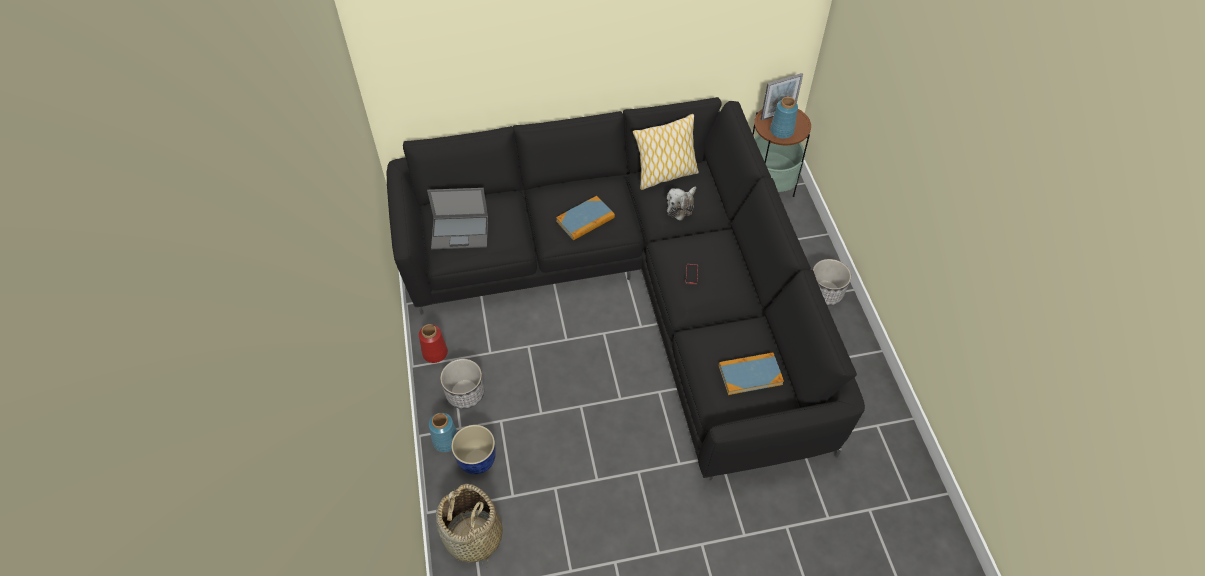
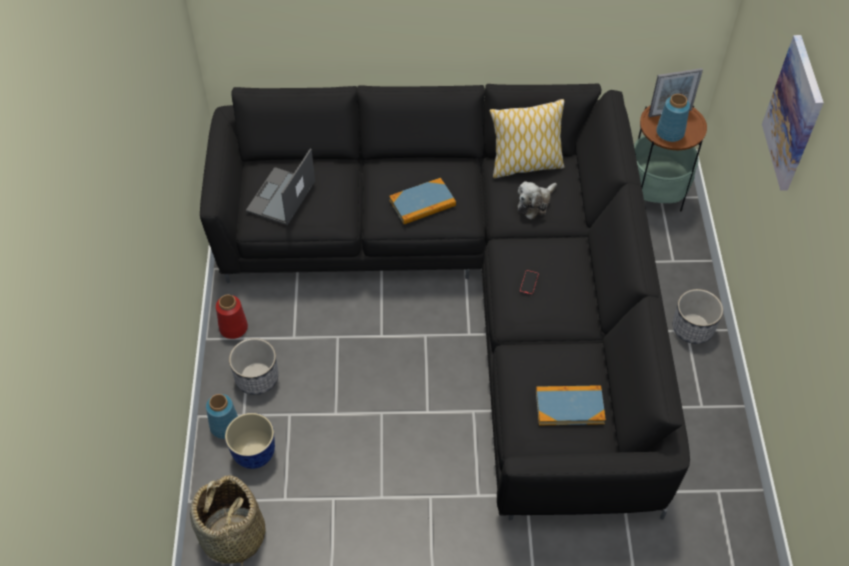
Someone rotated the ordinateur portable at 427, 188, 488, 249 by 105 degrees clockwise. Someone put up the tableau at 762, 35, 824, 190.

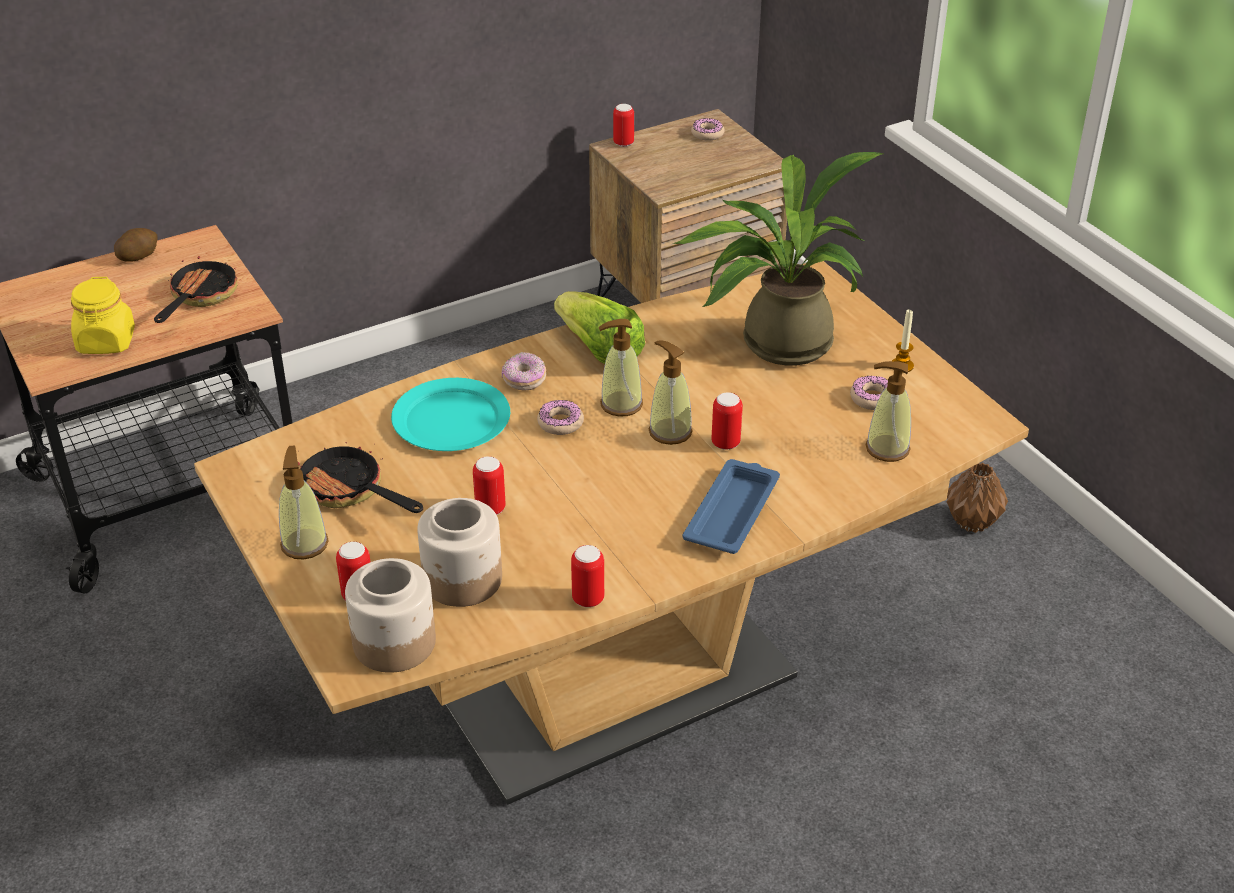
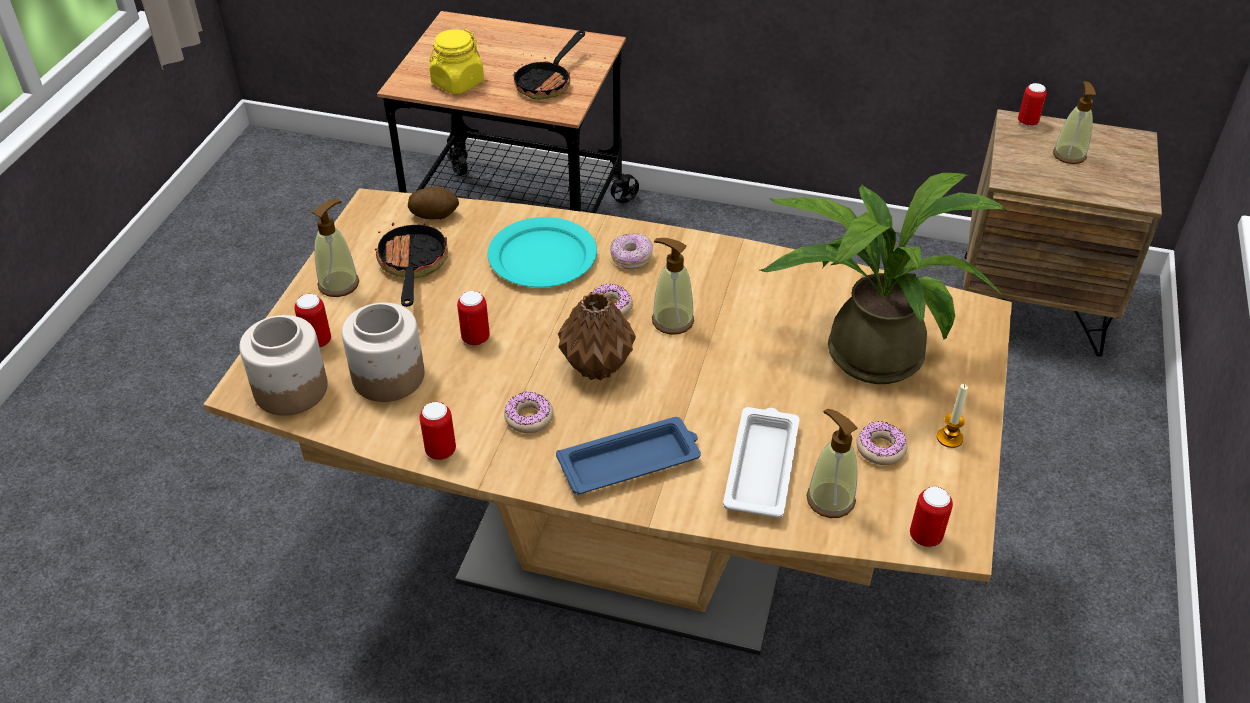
Someone carried the pomme de terre from 114, 228, 158, 262 to 408, 186, 459, 220. Someone carried the beignet from 691, 118, 725, 141 to 504, 392, 553, 433. Someone rotated the poêle at 154, 256, 237, 323 by 150 degrees clockwise. Someone carried the vase [marron] from 947, 463, 1008, 533 to 558, 292, 636, 380. Someone put down the plateau [blanc] at 723, 407, 800, 518. Someone carried the boîte métallique from 711, 392, 743, 450 to 910, 487, 953, 547. Someone carried the distributeur de savon from 649, 341, 693, 445 to 1053, 82, 1096, 164. Someone took away the laitue at 554, 291, 645, 364.

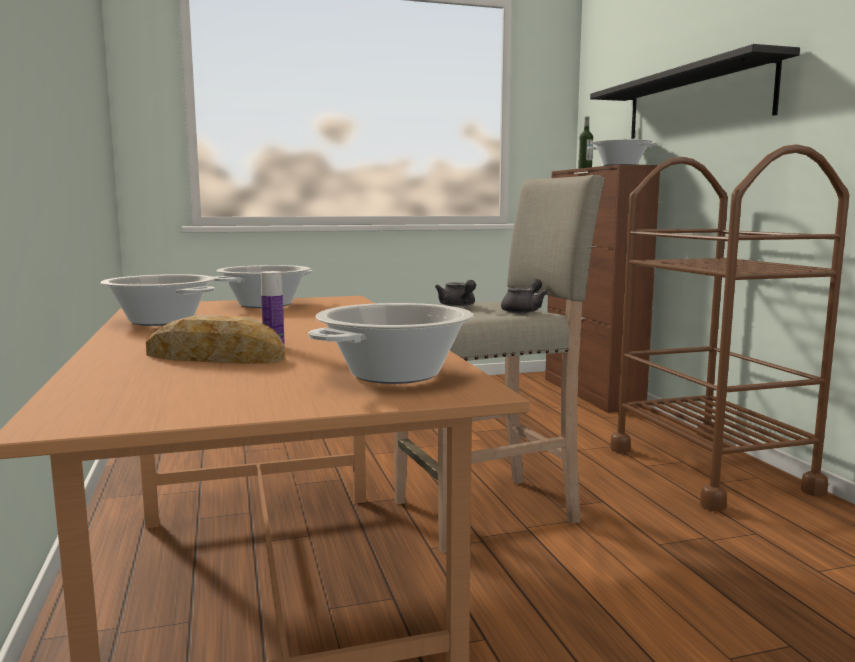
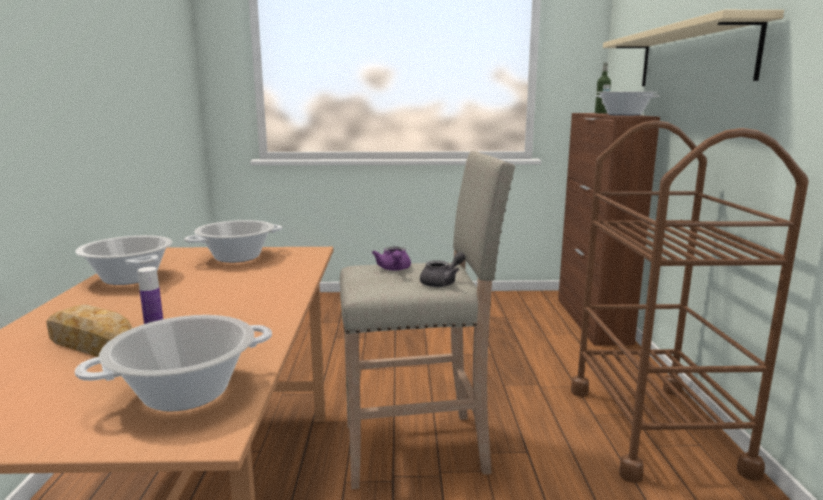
Someone repainted the théière [gris] at 435, 280, 476, 307, which became the théière [violet] at 372, 246, 411, 271. Someone repainted the étagère [noir] at 590, 44, 800, 139, which became the étagère [beige] at 603, 10, 784, 86.

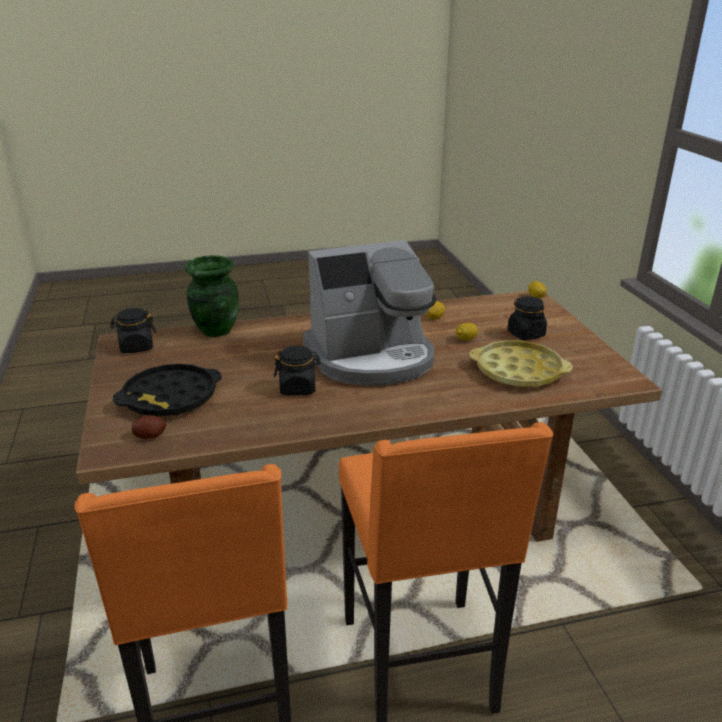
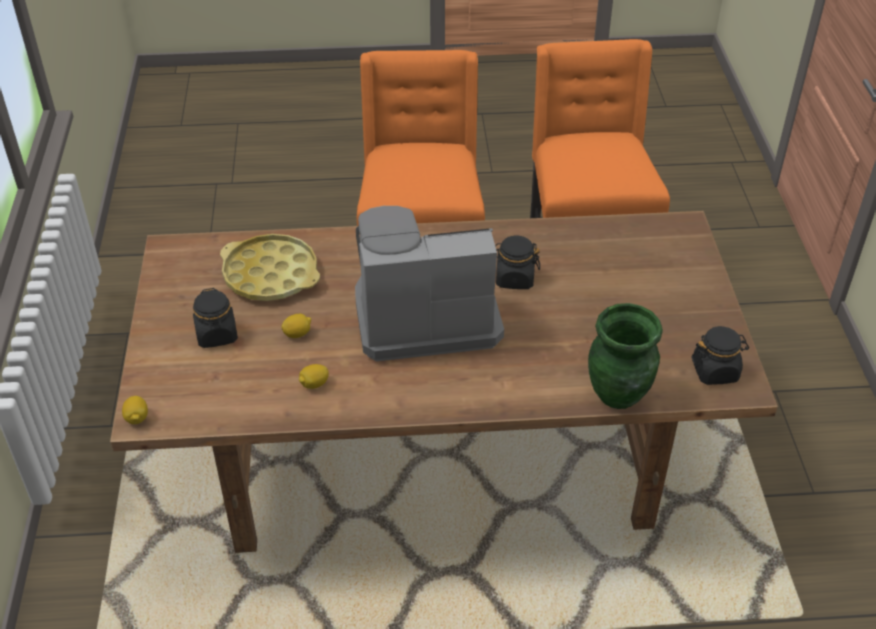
Someone took away the plateau [noir] at 113, 364, 222, 417. Someone took away the pomme de terre at 132, 415, 166, 439.

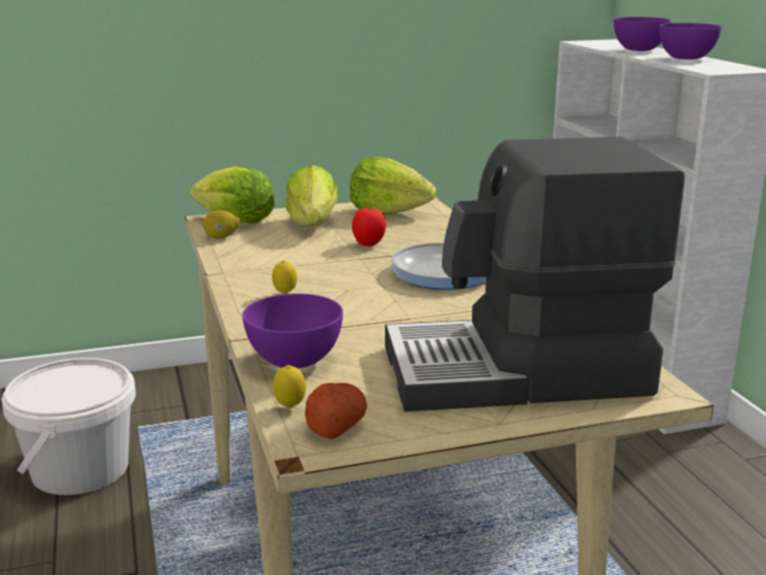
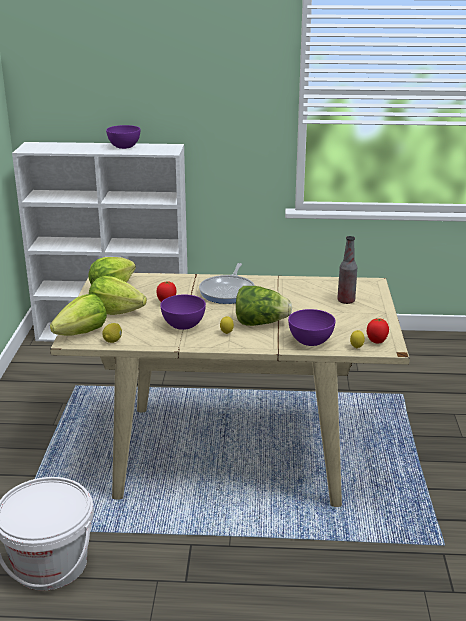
Someone carried the bol [violet] from 614, 17, 671, 51 to 160, 295, 206, 330. Someone put down the laitue at 236, 286, 292, 326. Someone swapped the machine à café at 385, 137, 685, 412 for the bouteille at 337, 236, 357, 304. Someone swapped the pomme de terre at 305, 383, 367, 439 for the tomate at 367, 318, 389, 343.

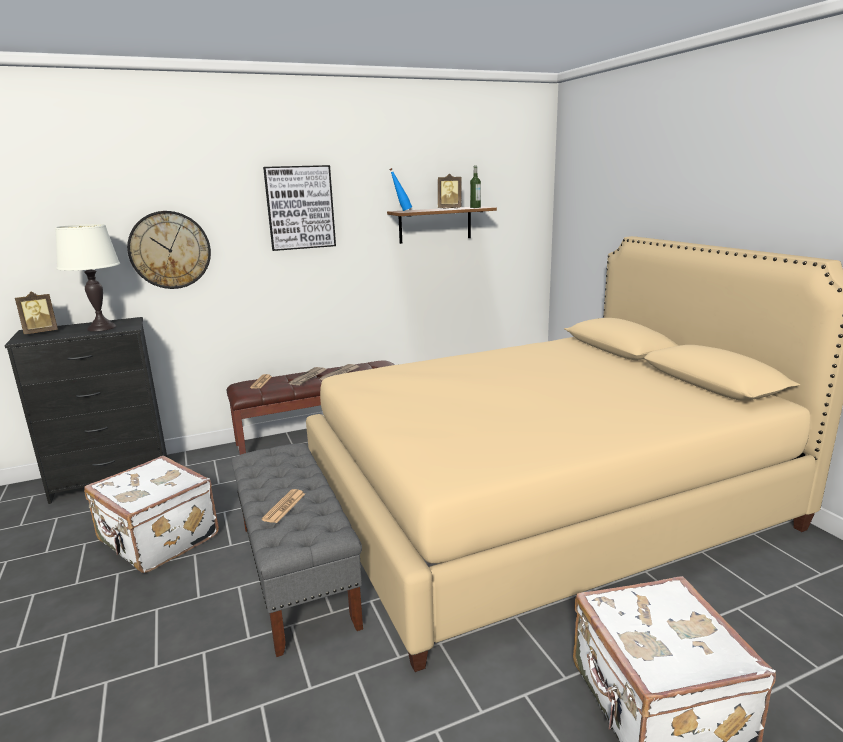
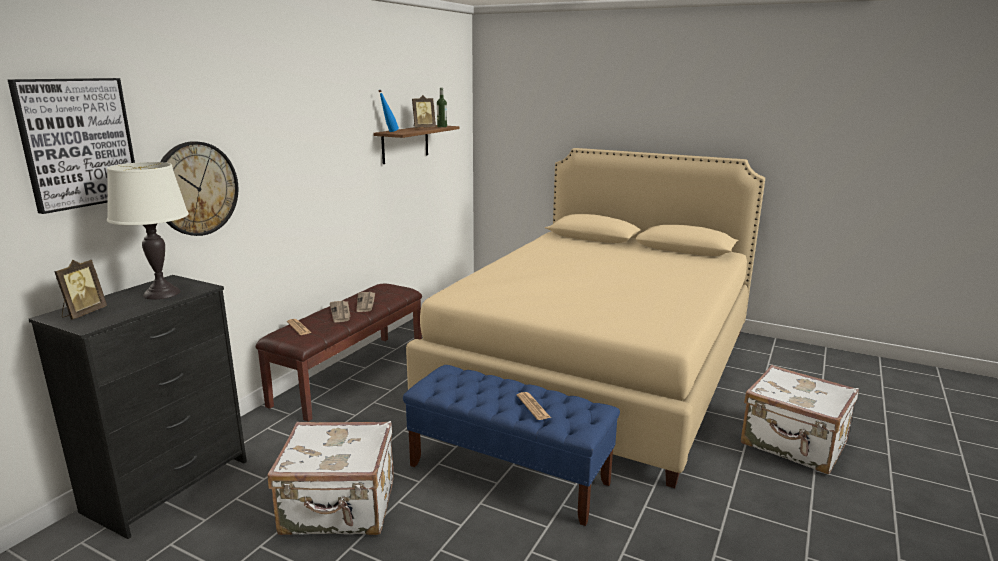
Someone carried the tableau from 263, 165, 336, 251 to 8, 78, 135, 214. Someone repainted the banc [gris] at 232, 444, 363, 657, which became the banc [bleu] at 403, 365, 620, 526.

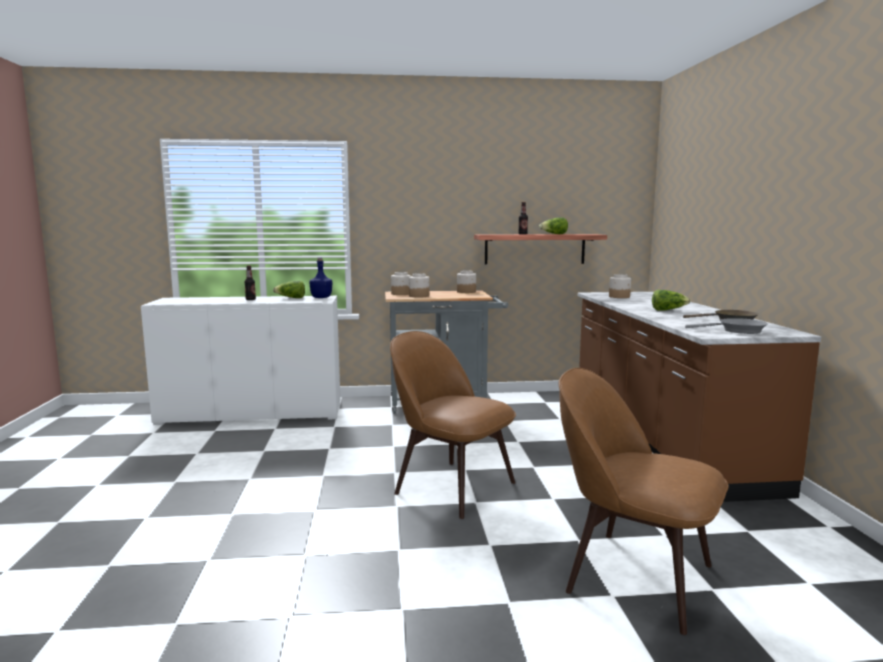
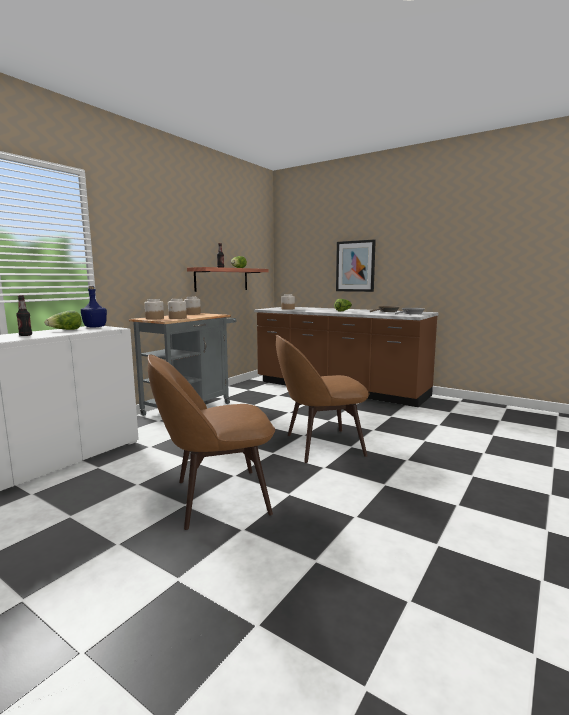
Someone carried the chaise [marron] from 558, 368, 729, 635 to 148, 354, 275, 530. Someone put up the tableau at 336, 239, 376, 292.

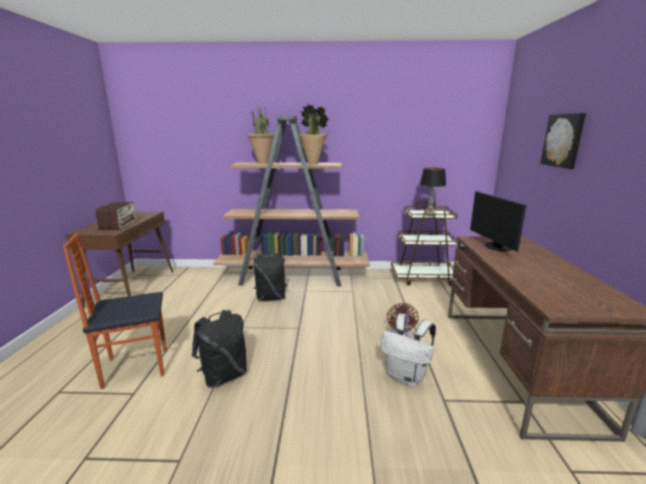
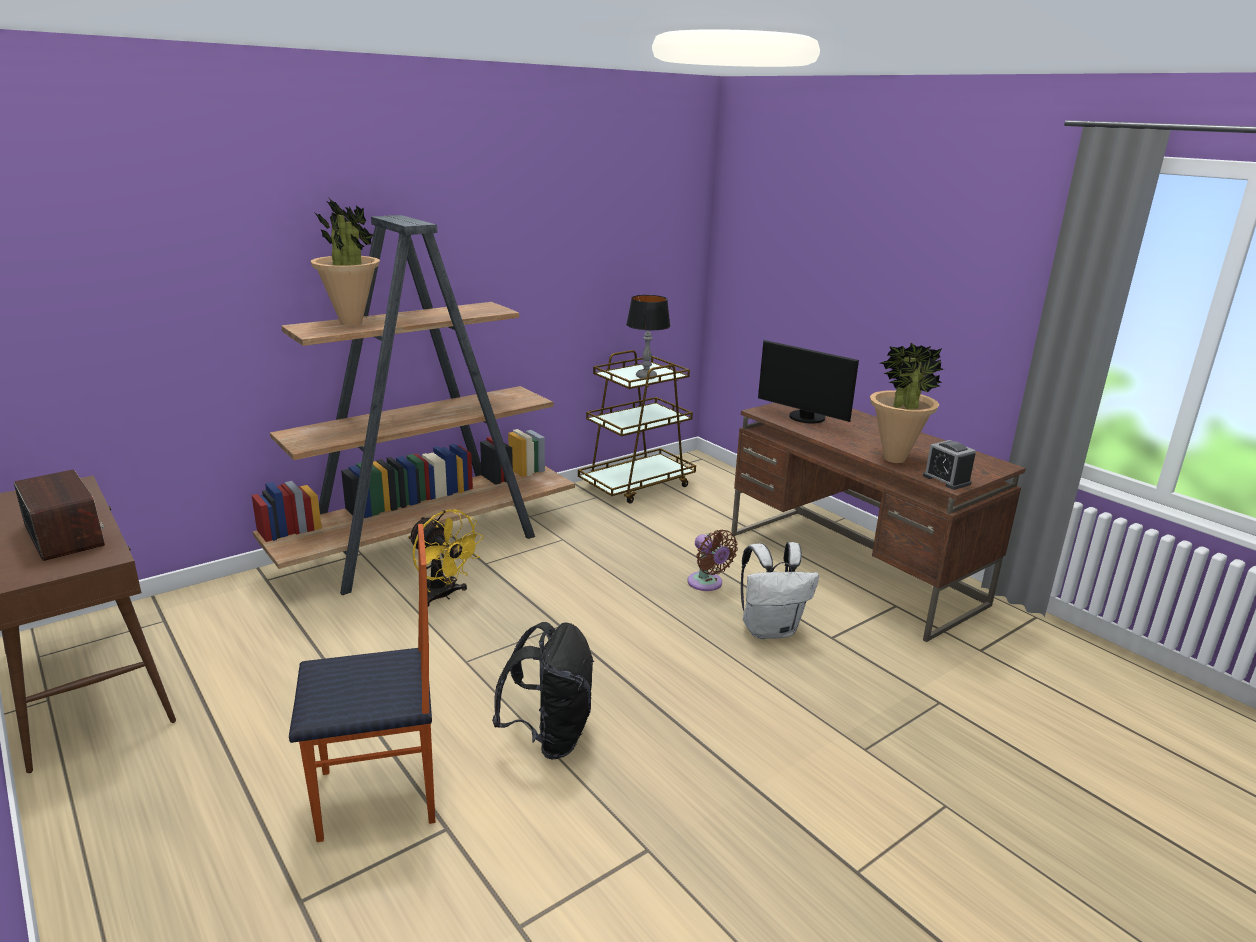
Someone rotated the chaise at 63, 233, 166, 389 by 135 degrees counterclockwise. Someone swapped the sac à dos [noir] at 253, 253, 288, 301 for the ventilateur [jaune] at 408, 510, 484, 607. Someone carried the plante en pot from 298, 103, 329, 165 to 870, 343, 944, 463. Someone put down the réveil at 923, 440, 976, 490. Someone took away the tableau at 540, 113, 586, 169.

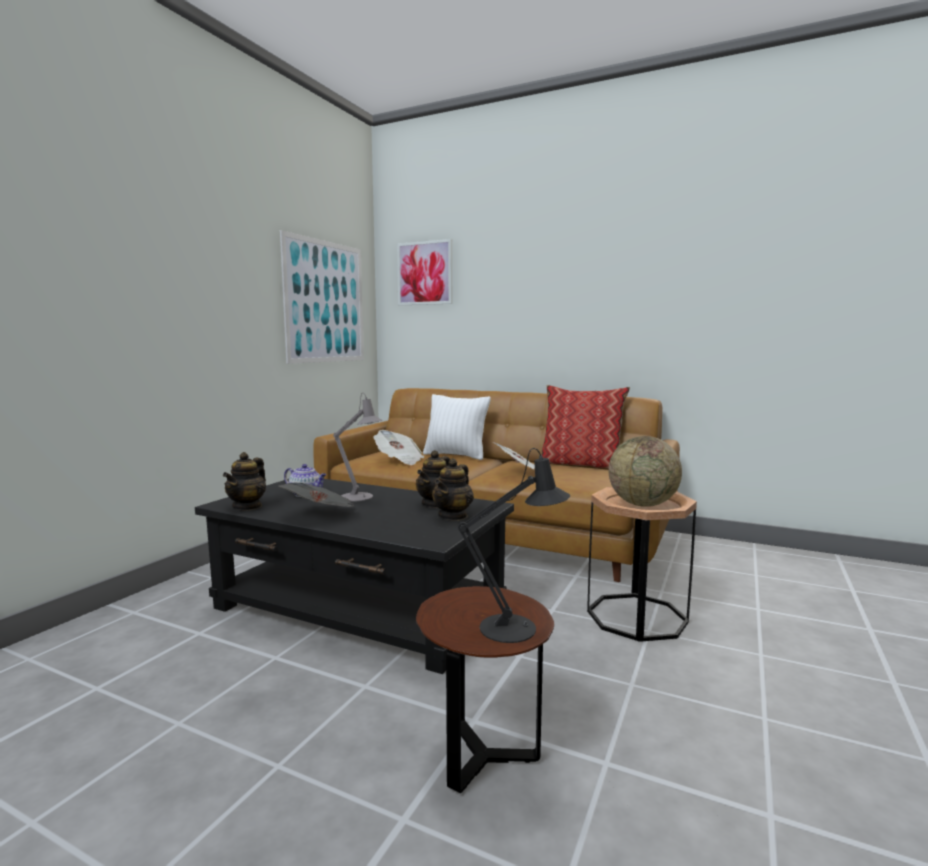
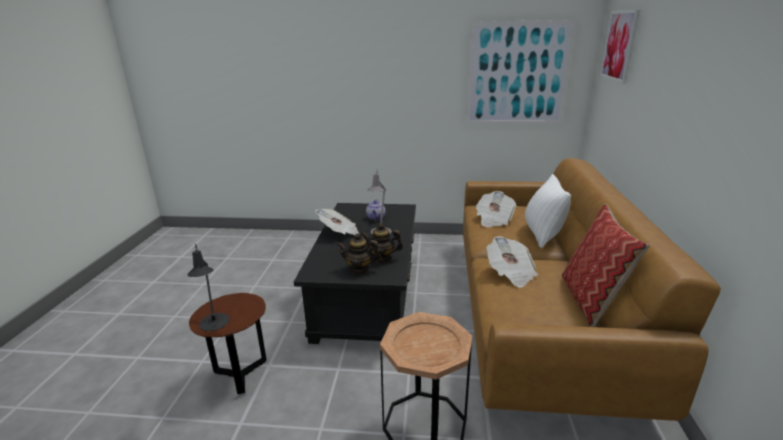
Someone took away the théière at 223, 452, 266, 511. Someone took away the globe at 608, 436, 682, 507.

